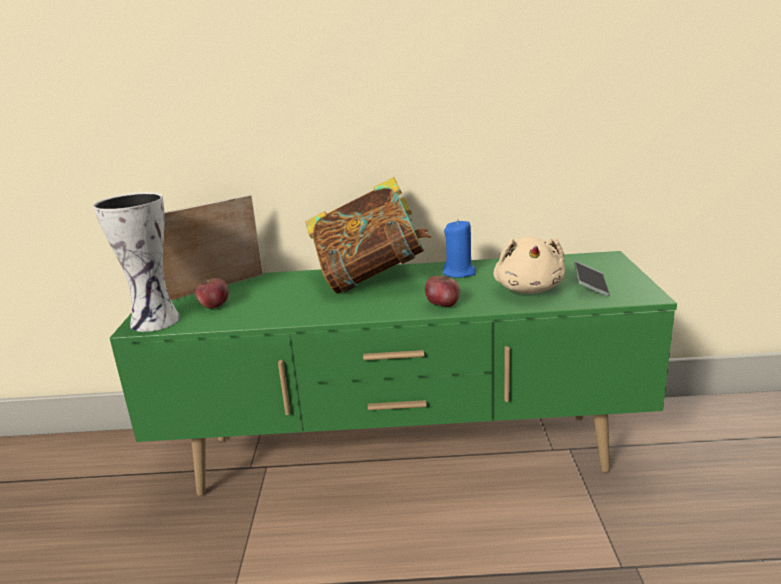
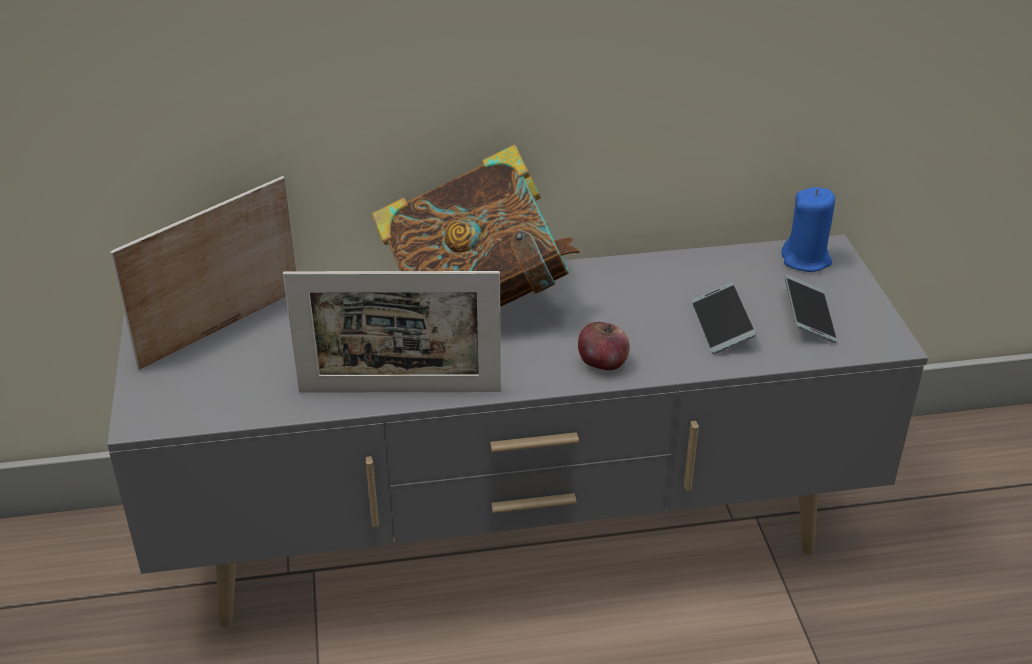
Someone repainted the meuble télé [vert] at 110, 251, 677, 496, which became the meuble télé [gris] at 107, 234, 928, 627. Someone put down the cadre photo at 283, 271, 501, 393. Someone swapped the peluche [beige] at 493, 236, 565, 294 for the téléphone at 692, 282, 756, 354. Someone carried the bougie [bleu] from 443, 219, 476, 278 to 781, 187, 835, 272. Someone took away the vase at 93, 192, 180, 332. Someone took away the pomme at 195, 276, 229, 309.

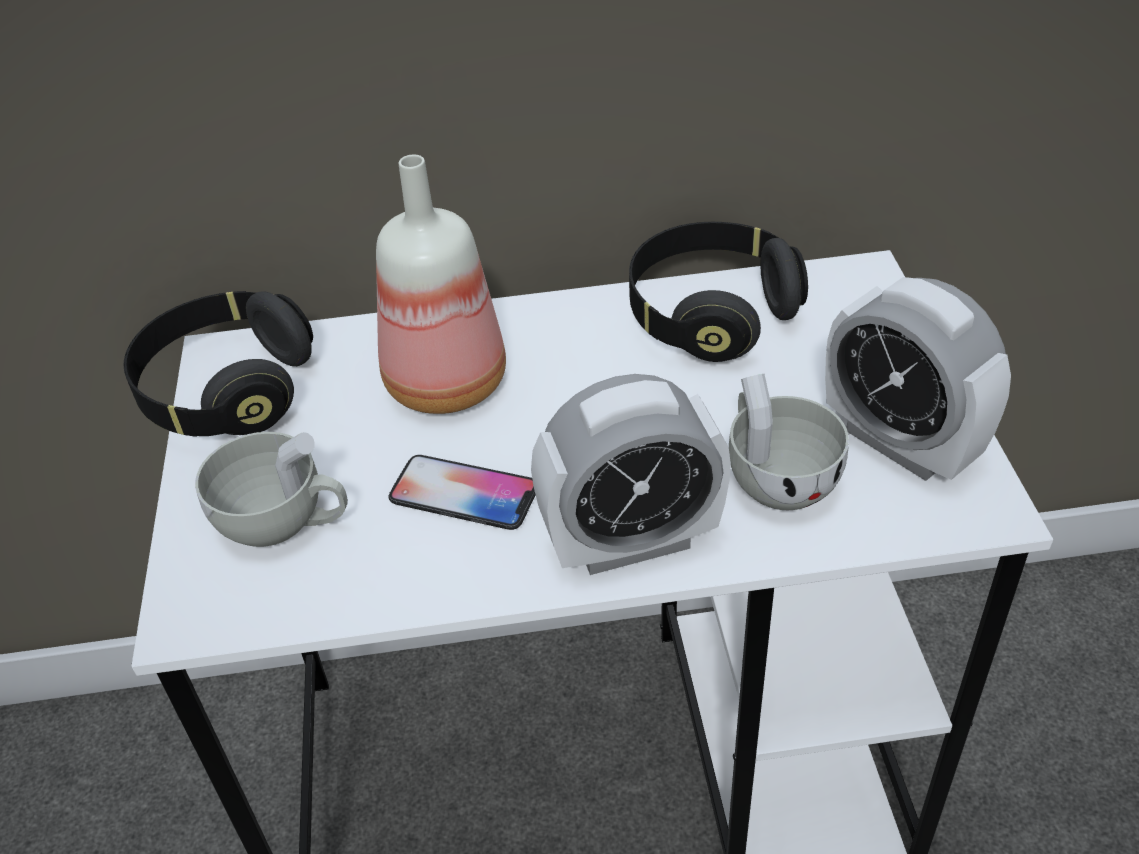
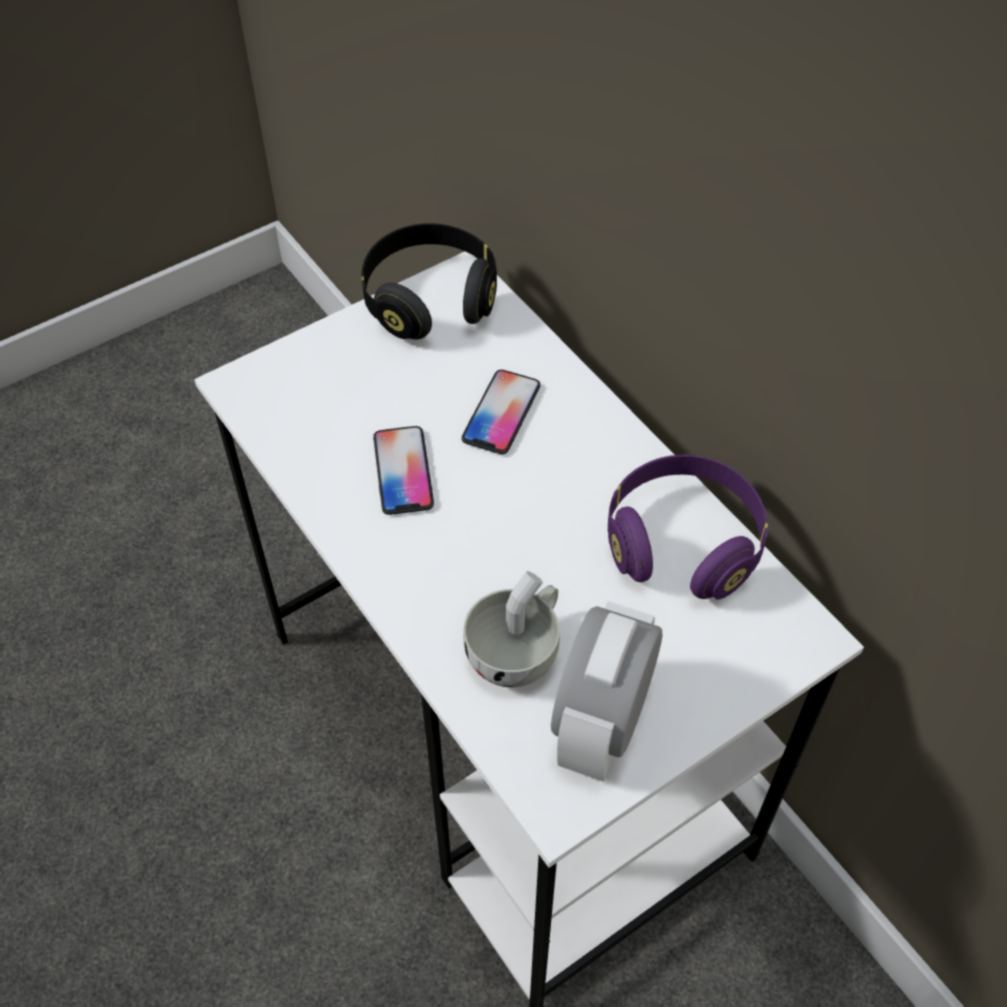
Someone swapped the bouteille at 376, 155, 506, 414 for the téléphone at 462, 370, 541, 454. Someone repainted the casque audio [noir] at 629, 222, 808, 362, which became the casque audio [violet] at 608, 455, 768, 600. Someone took away the tasse [blanc] at 195, 432, 348, 547. Someone took away the réveil at 531, 374, 731, 575.

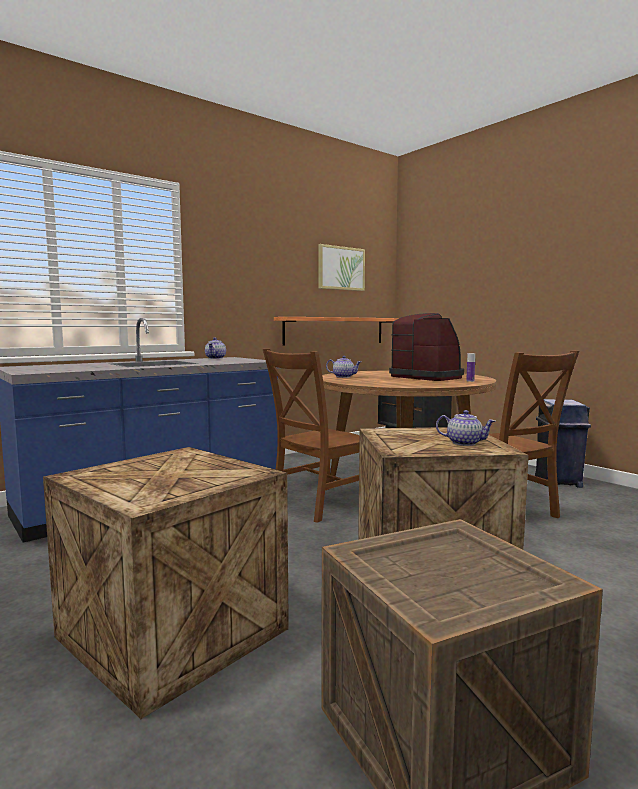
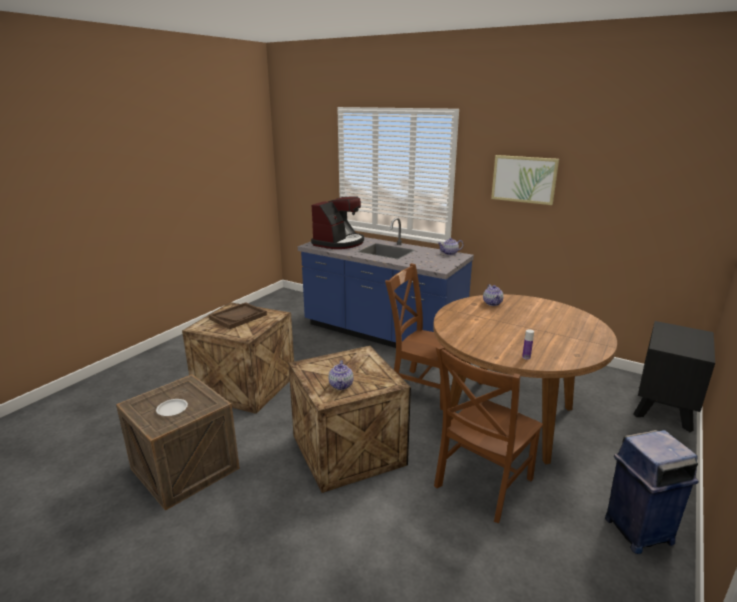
Someone put down the assiette [blanc] at 156, 399, 188, 416. Someone put down the plateau [marron] at 209, 302, 267, 329. Someone carried the machine à café from 389, 313, 464, 381 to 311, 196, 364, 249. Someone carried the tableau from 319, 244, 365, 291 to 491, 155, 559, 205. Someone took away the étagère at 274, 317, 399, 346.

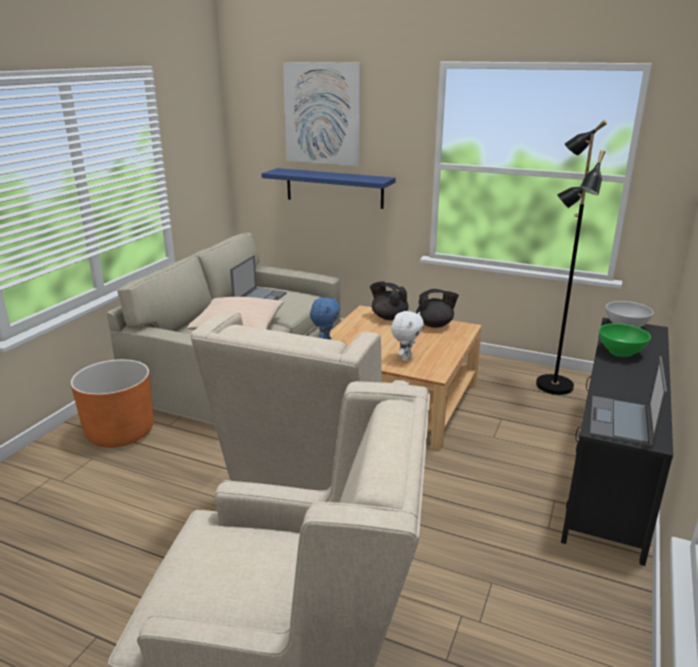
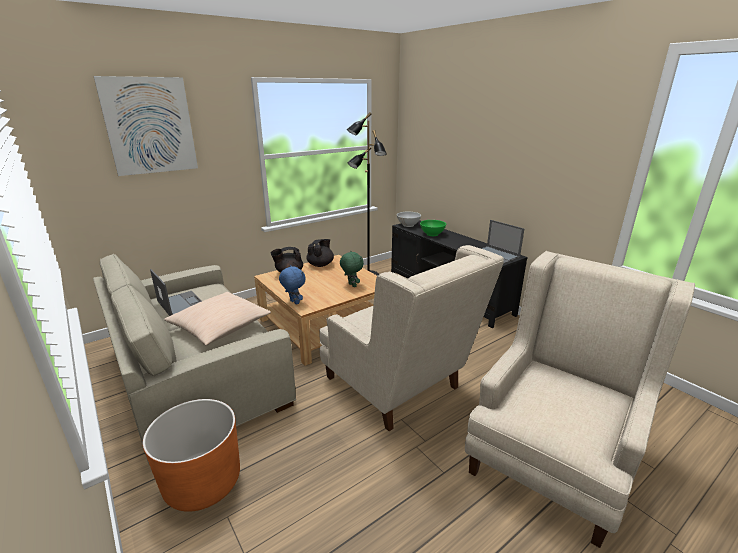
Someone repainted the peluche [blanc] at 391, 311, 424, 361, which became the peluche [vert] at 340, 251, 364, 287. Someone took away the étagère [bleu] at 261, 168, 396, 209.

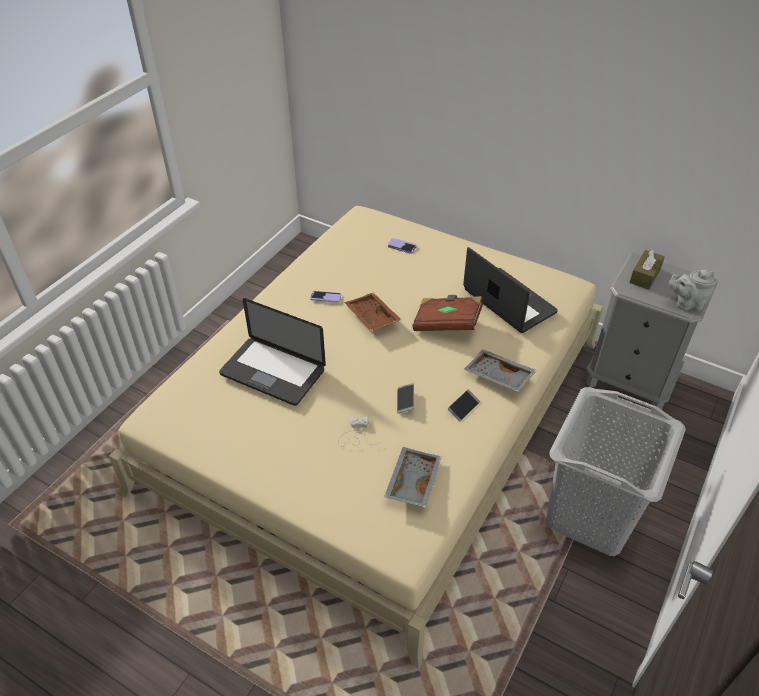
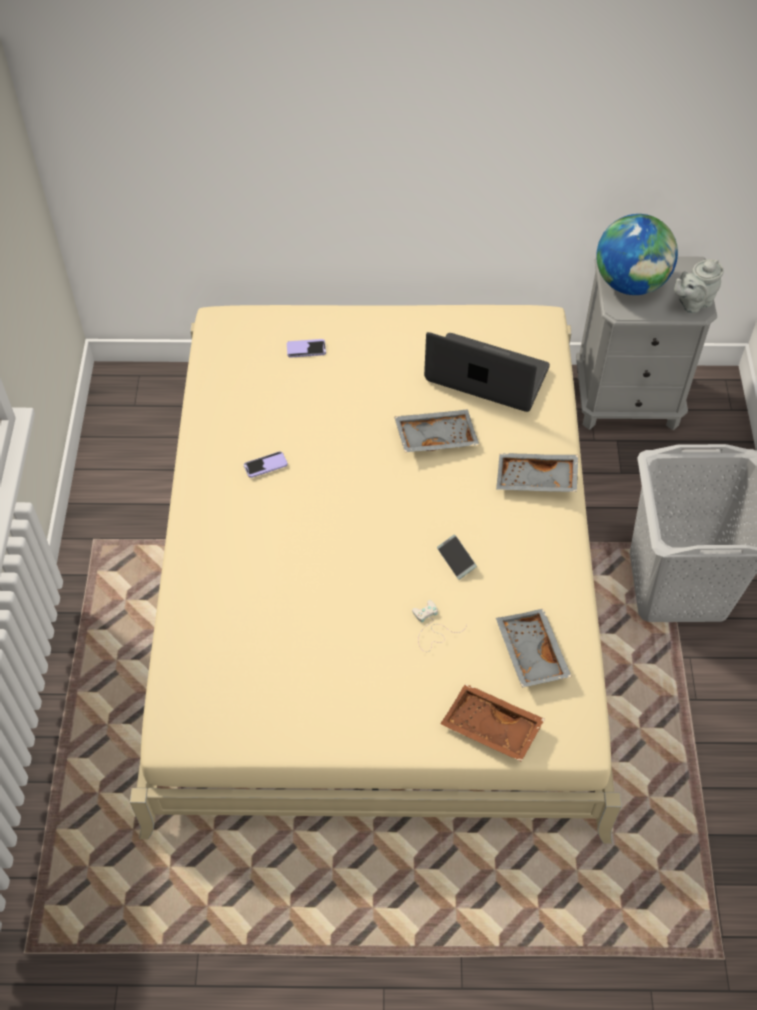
Someone swapped the livre [marron] at 412, 295, 483, 331 for the plateau [gris] at 394, 409, 479, 452. Someone carried the plateau [marron] from 344, 292, 402, 331 to 441, 684, 545, 762. Someone swapped the boîte à mouchoirs [marron] at 629, 248, 665, 290 for the globe at 596, 214, 678, 295. Someone took away the ordinateur portable at 219, 298, 326, 406. Someone took away the téléphone at 448, 389, 480, 421.

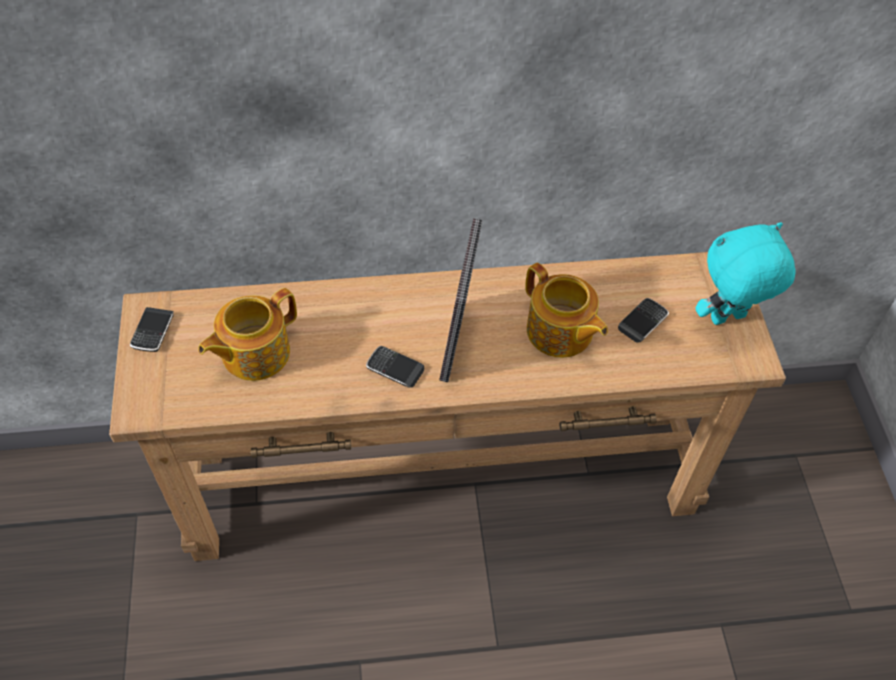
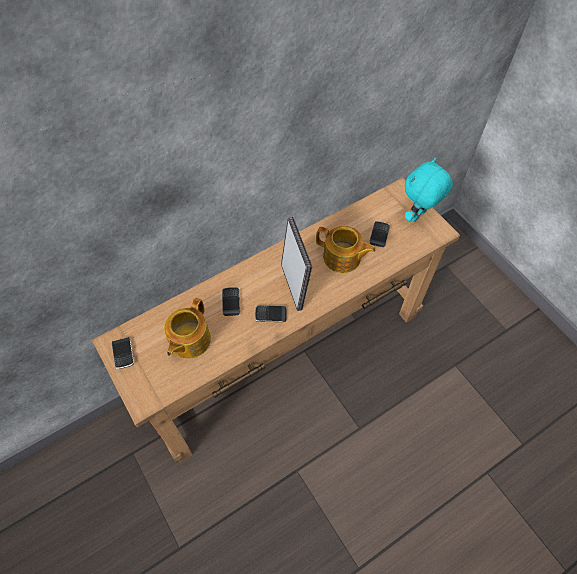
Someone put down the téléphone at 222, 287, 240, 316.

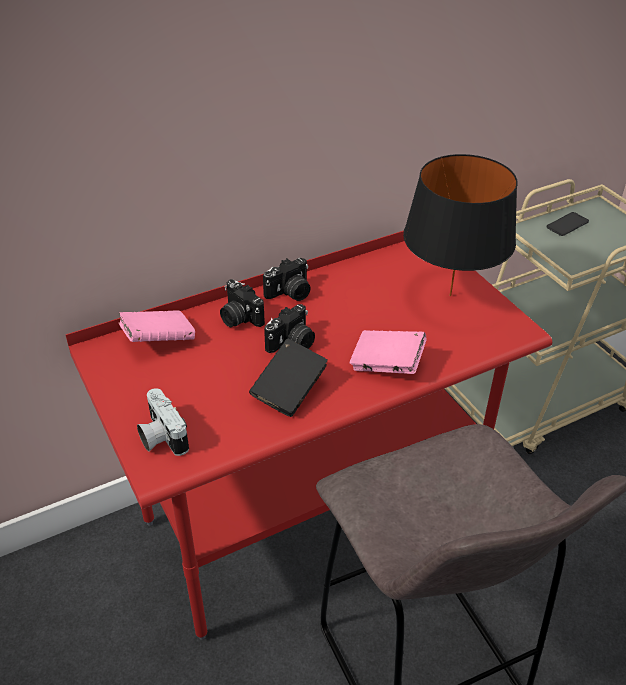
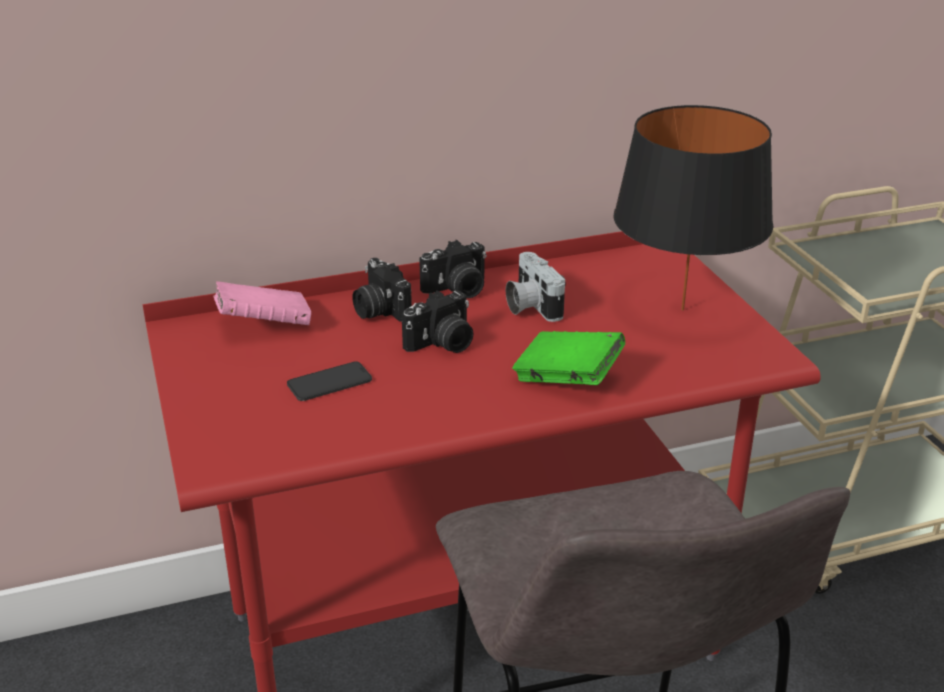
Someone carried the téléphone from 547, 212, 589, 236 to 287, 361, 372, 401. Someone carried the appareil photo from 137, 388, 189, 456 to 506, 252, 566, 322. Someone repainted the livre [rose] at 350, 330, 427, 374, which became the livre [vert] at 512, 331, 625, 385. Someone took away the livre [noir] at 249, 339, 328, 417.

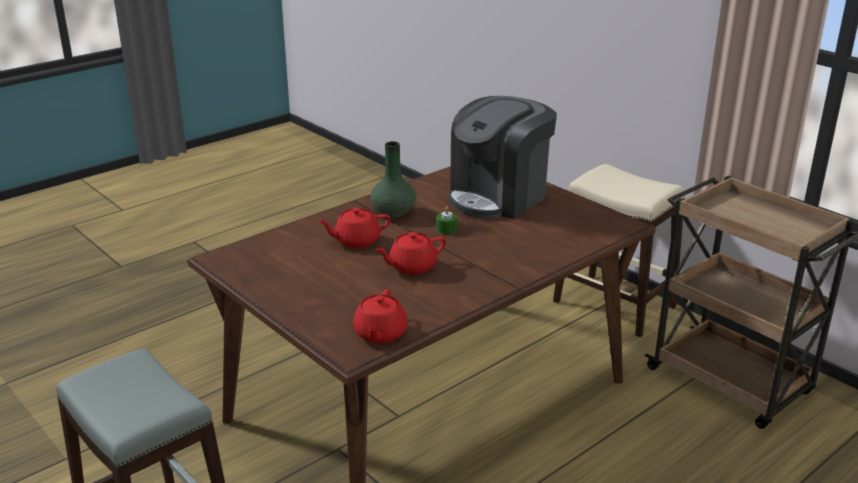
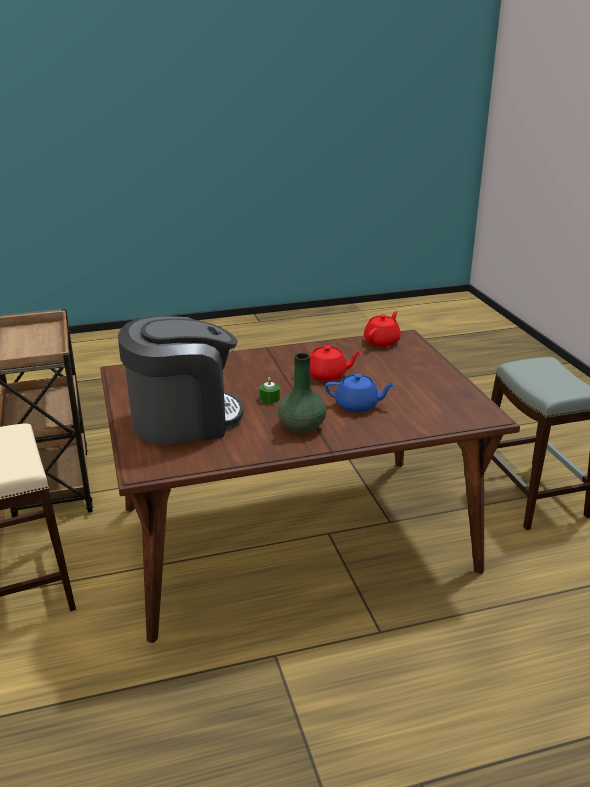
Someone repainted the théière [rouge] at 318, 208, 391, 248, which became the théière [bleu] at 325, 374, 395, 412.

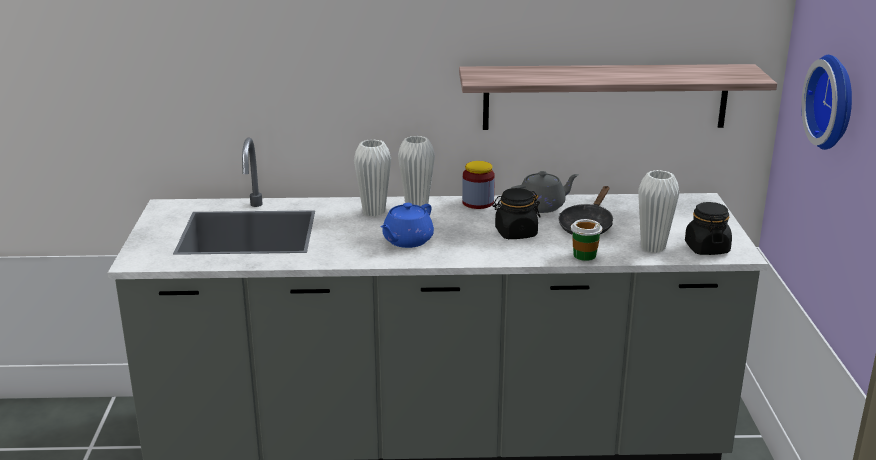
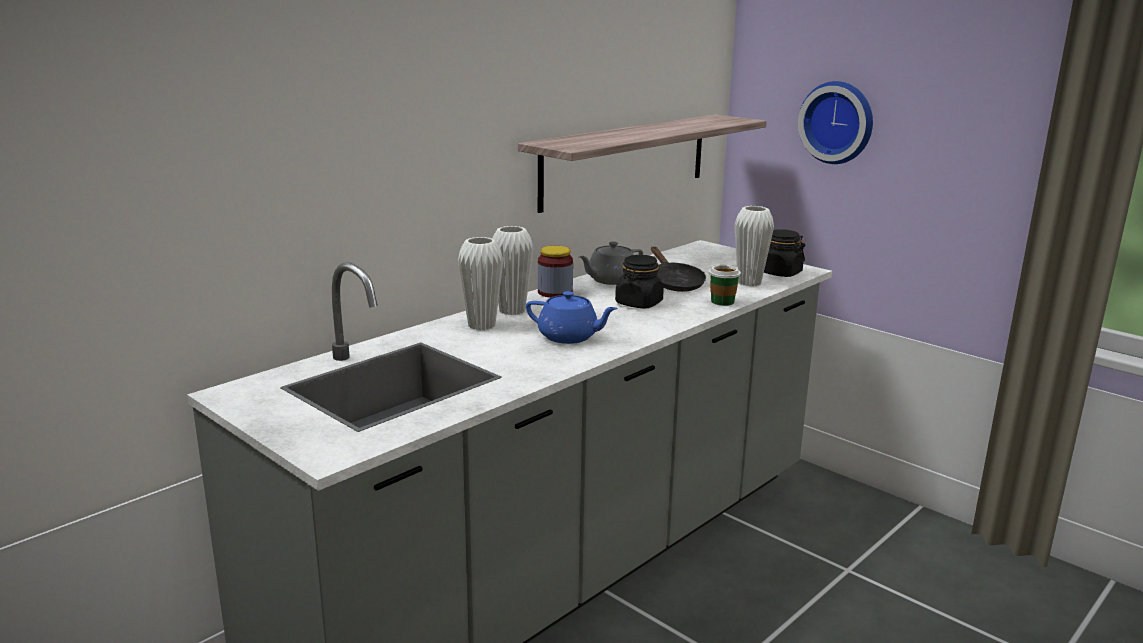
Someone rotated the théière [bleu] at 380, 203, 434, 248 by 60 degrees counterclockwise. Someone rotated the théière [gris] at 510, 171, 579, 213 by 150 degrees counterclockwise.

